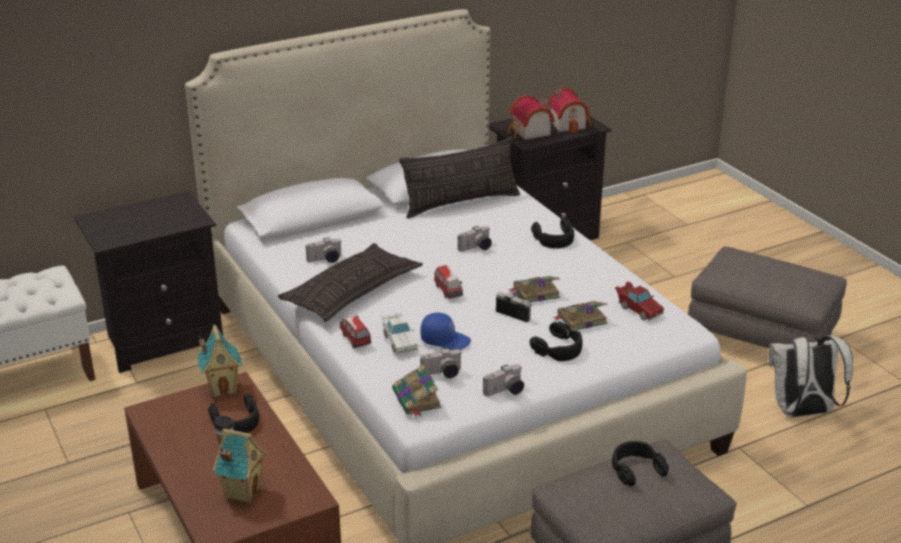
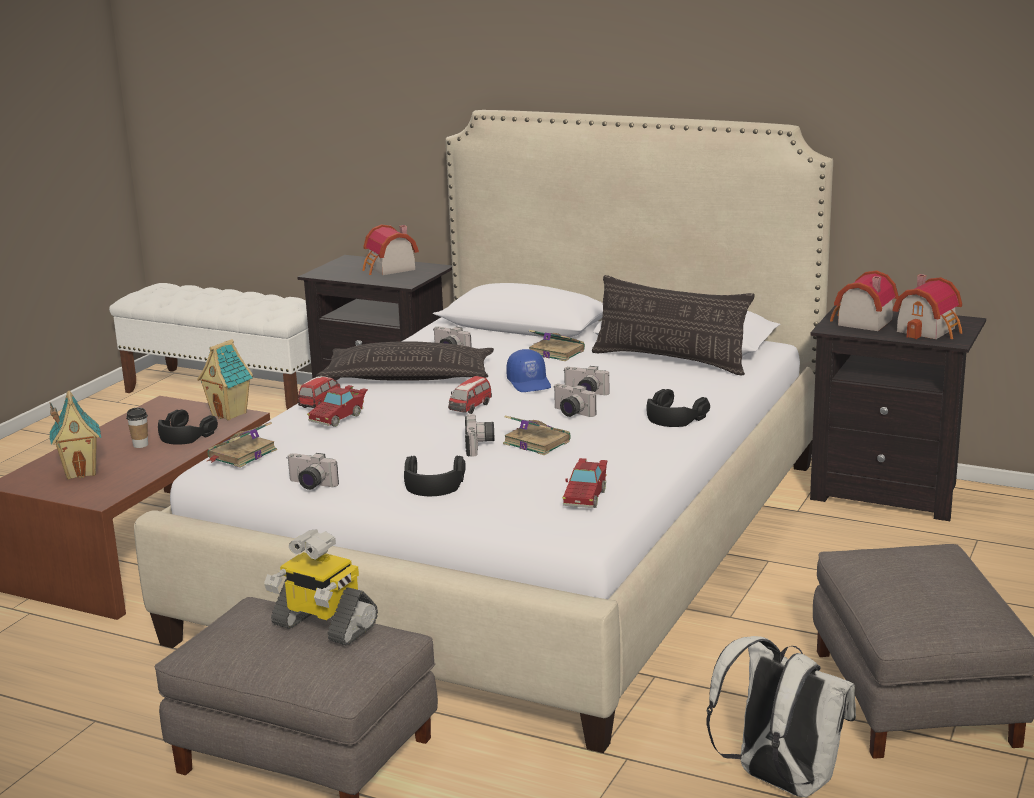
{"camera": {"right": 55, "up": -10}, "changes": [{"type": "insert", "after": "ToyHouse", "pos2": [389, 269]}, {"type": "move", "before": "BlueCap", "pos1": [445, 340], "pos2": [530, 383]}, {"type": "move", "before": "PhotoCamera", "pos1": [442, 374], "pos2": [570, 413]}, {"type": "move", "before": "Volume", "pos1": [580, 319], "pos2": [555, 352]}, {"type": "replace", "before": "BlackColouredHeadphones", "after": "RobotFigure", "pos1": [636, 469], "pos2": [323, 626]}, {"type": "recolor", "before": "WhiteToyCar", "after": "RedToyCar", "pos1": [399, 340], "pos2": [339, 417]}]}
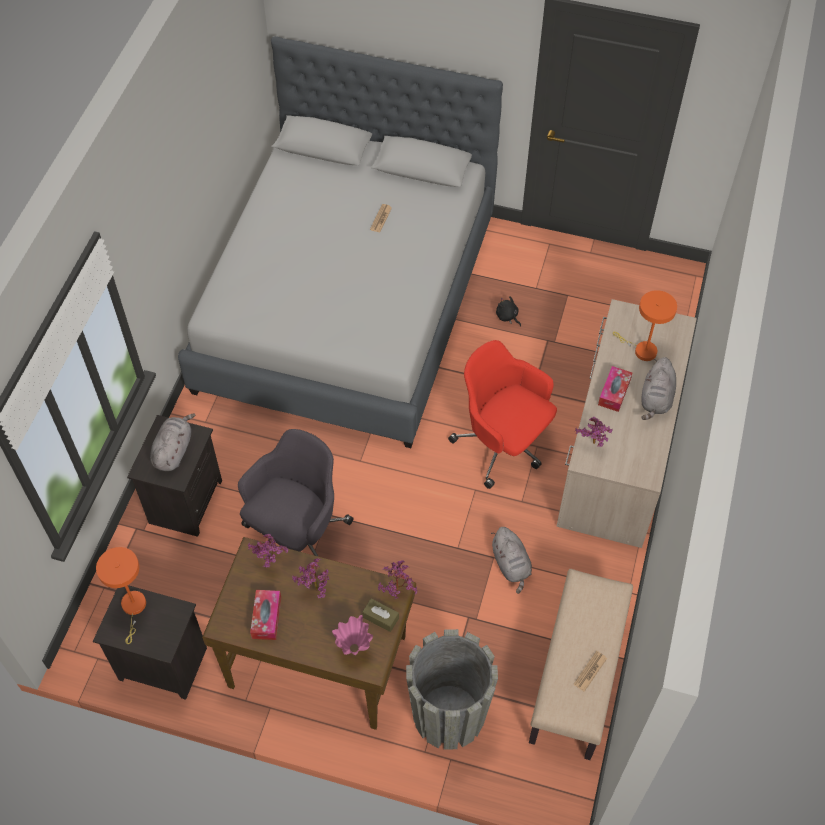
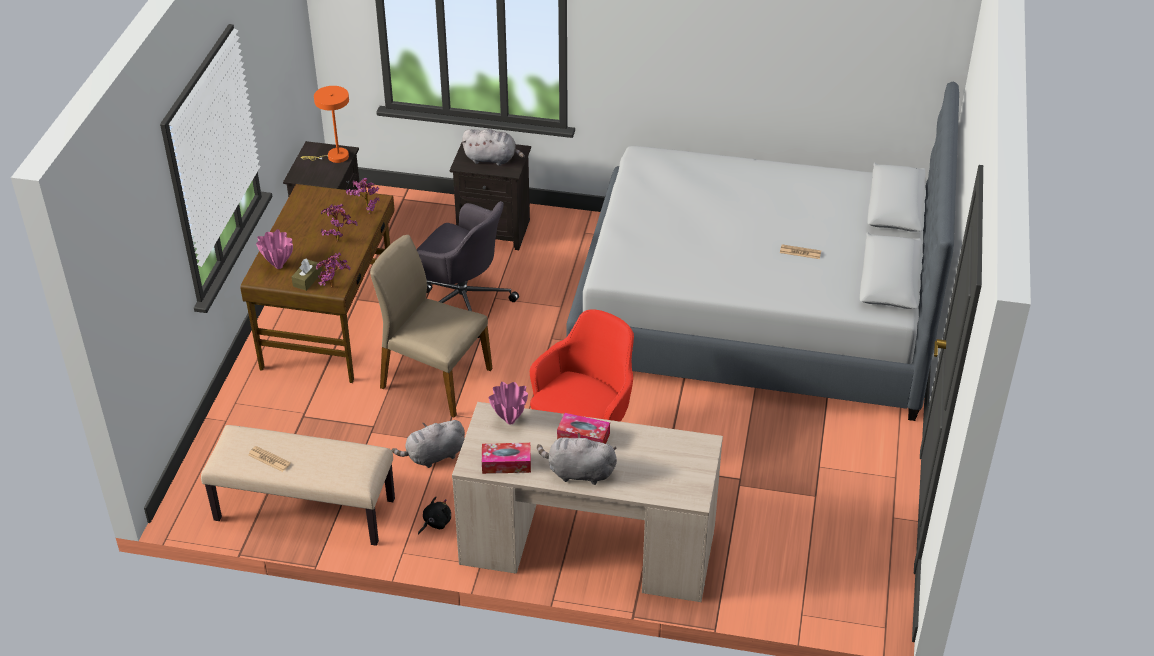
{"camera": {"right": 85, "up": -15}, "changes": [{"type": "delete", "before": "GrayFlowerPot", "pos1": [448, 715]}, {"type": "delete", "before": "OrangeyTableLamp", "pos1": [641, 350]}, {"type": "insert", "after": "BeigeUprightChair", "pos2": [434, 378]}, {"type": "move", "before": "TissueHolder", "pos1": [266, 617], "pos2": [506, 463]}, {"type": "move", "before": "BlackColouredCuddlyToy", "pos1": [507, 316], "pos2": [435, 523]}, {"type": "replace", "before": "PlantInAPot", "after": "PinkColouredFlowerVase", "pos1": [593, 445], "pos2": [510, 420]}]}
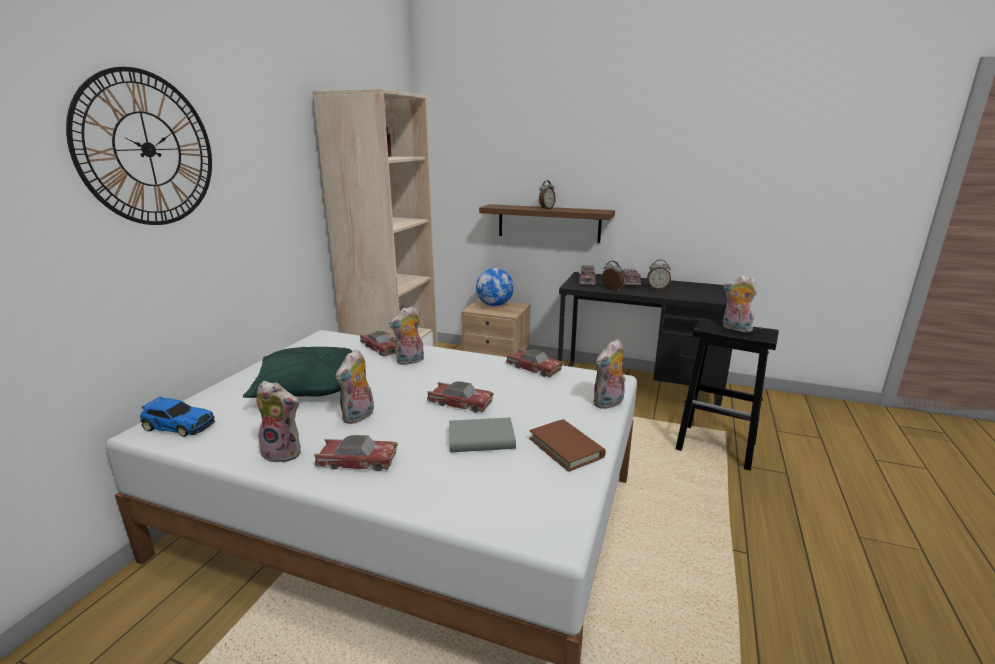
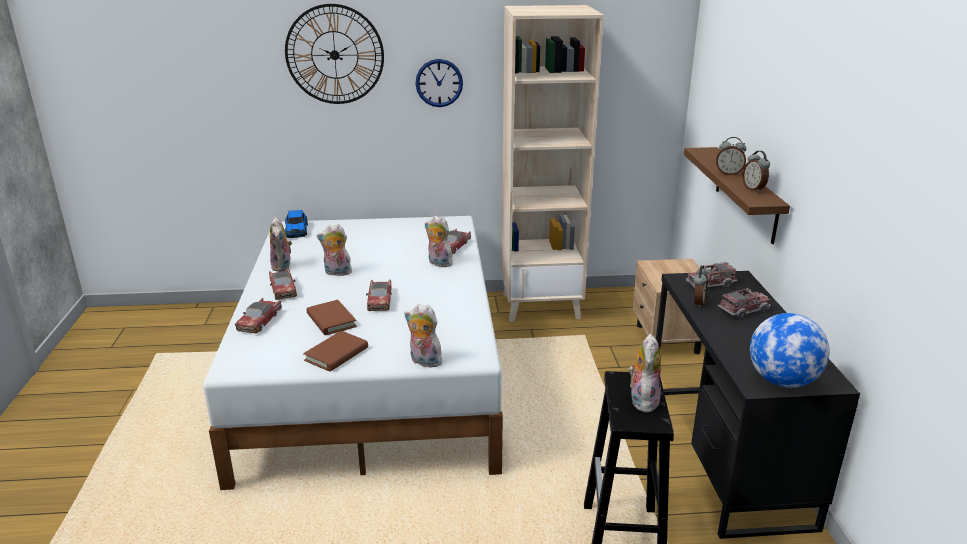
{"camera": {"right": 65, "up": 5}, "changes": [{"type": "delete", "before": "GreenColouredCushion", "pos1": [306, 388]}, {"type": "insert", "after": "ClockOnTheWall", "pos2": [439, 83]}, {"type": "move", "before": "DeskGlobe", "pos1": [495, 305], "pos2": [782, 381]}, {"type": "move", "before": "ToyCar", "pos1": [534, 368], "pos2": [259, 321]}, {"type": "move", "before": "TableClock", "pos1": [657, 288], "pos2": [753, 189]}, {"type": "recolor", "before": "GrayVolume", "after": "BrownishVolume", "pos1": [481, 439], "pos2": [331, 320]}]}
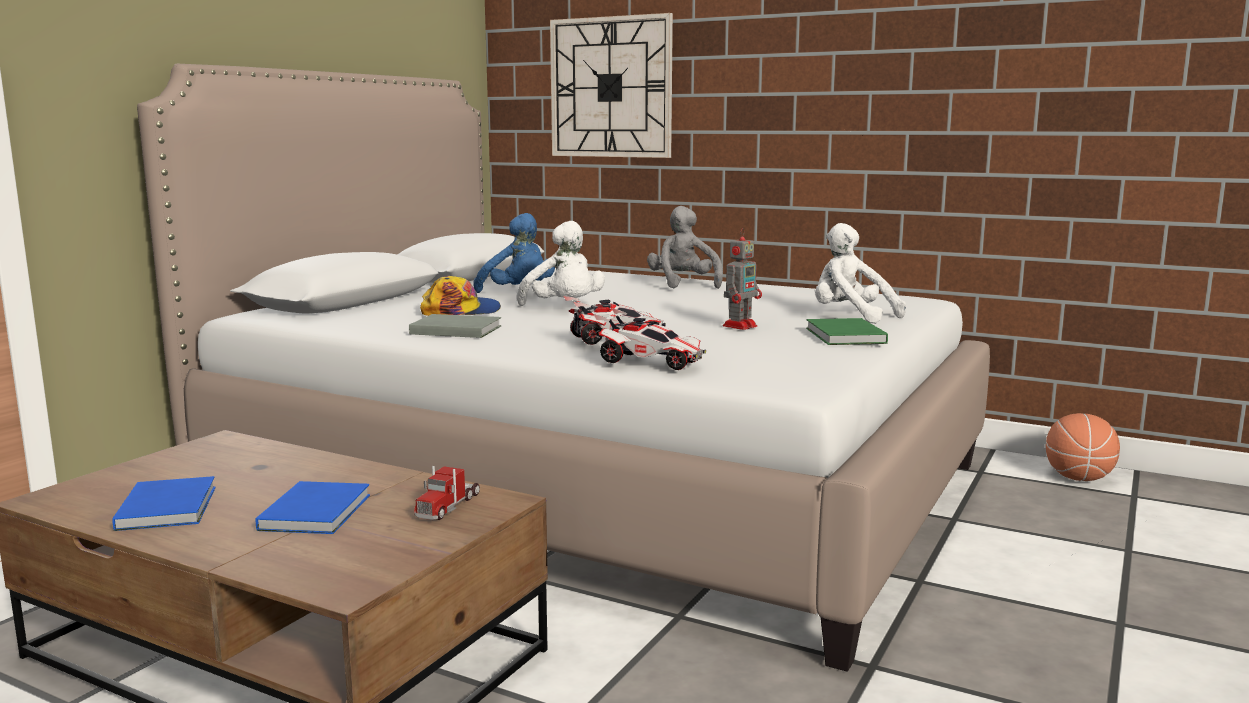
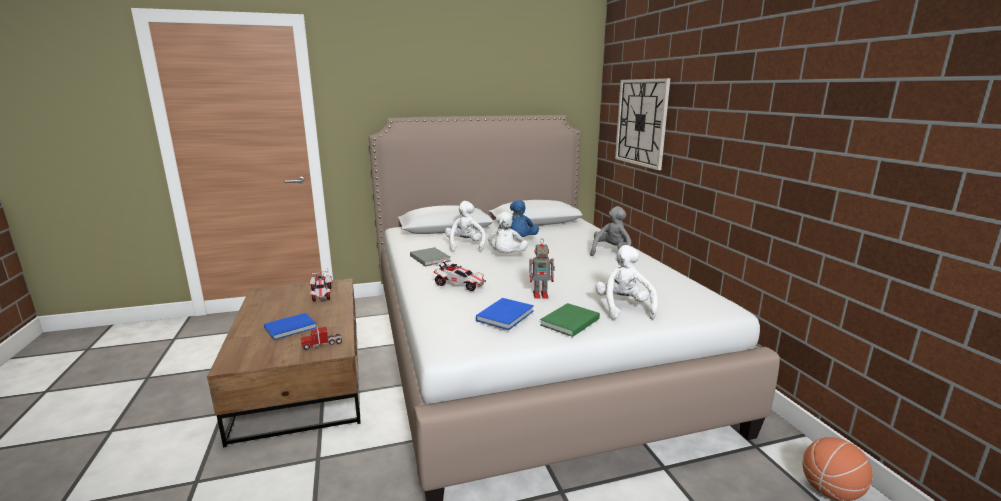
{"camera": {"right": 45, "up": 5}, "changes": [{"type": "move", "before": "BlueVolume", "pos1": [170, 507], "pos2": [507, 315]}, {"type": "move", "before": "ToyCar", "pos1": [650, 362], "pos2": [321, 294]}, {"type": "replace", "before": "Cap", "after": "WhiteCuddlyToy", "pos1": [461, 311], "pos2": [465, 246]}]}
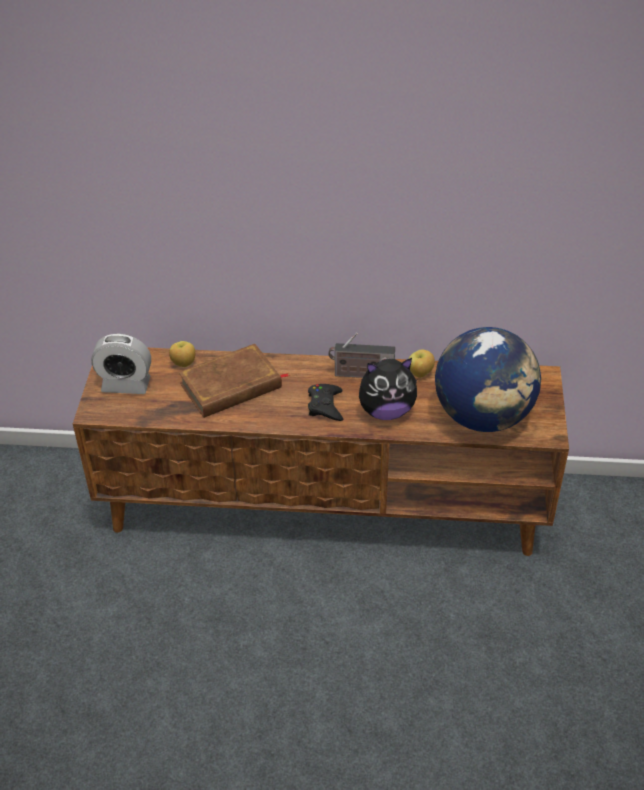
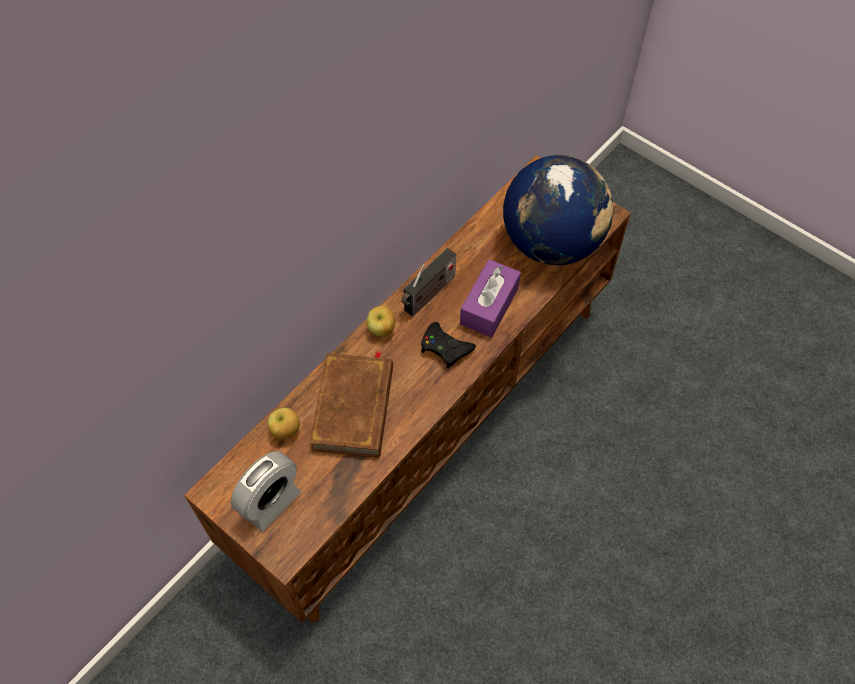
{"camera": {"right": -55, "up": 15}, "changes": [{"type": "move", "before": "WholeApple", "pos1": [420, 373], "pos2": [382, 330]}, {"type": "replace", "before": "CuddlyToy", "after": "PurpleColouredTissueHolder", "pos1": [386, 410], "pos2": [489, 306]}]}
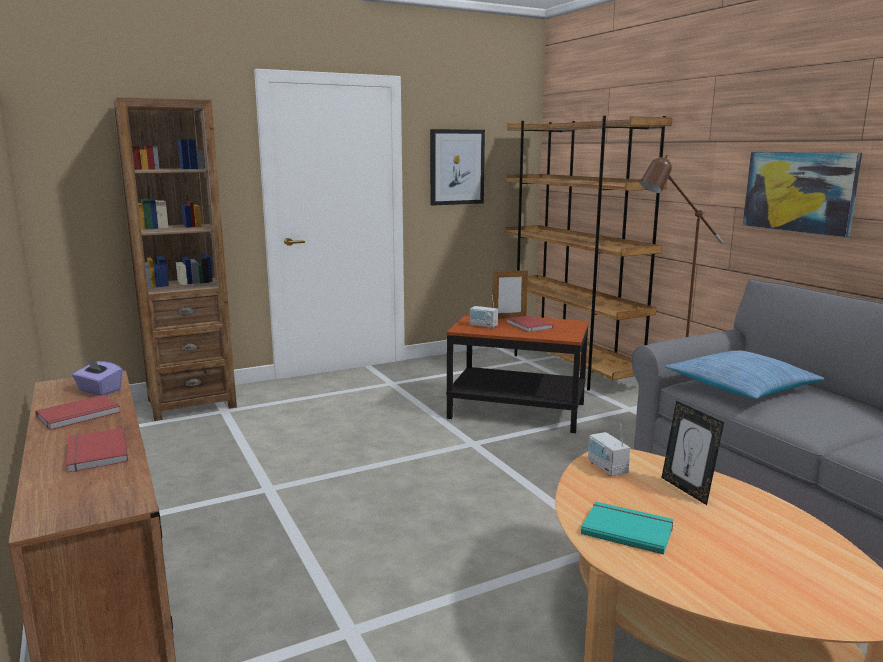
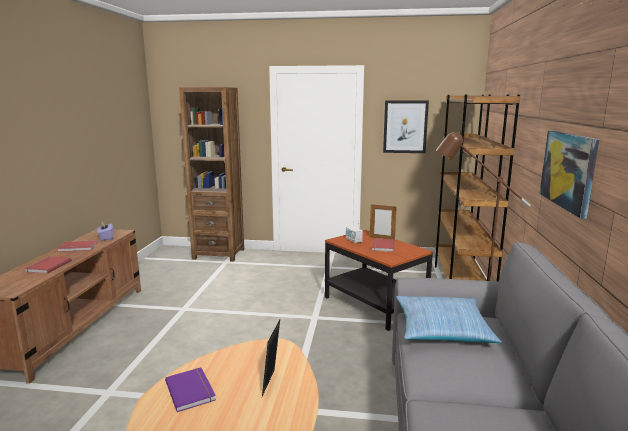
{"camera": {"right": 35, "up": 0}, "changes": [{"type": "delete", "before": "RadioSet", "pos1": [607, 468]}, {"type": "recolor", "before": "TurquoiseColouredVolume", "after": "PurpleColouredVolume", "pos1": [627, 529], "pos2": [191, 390]}]}
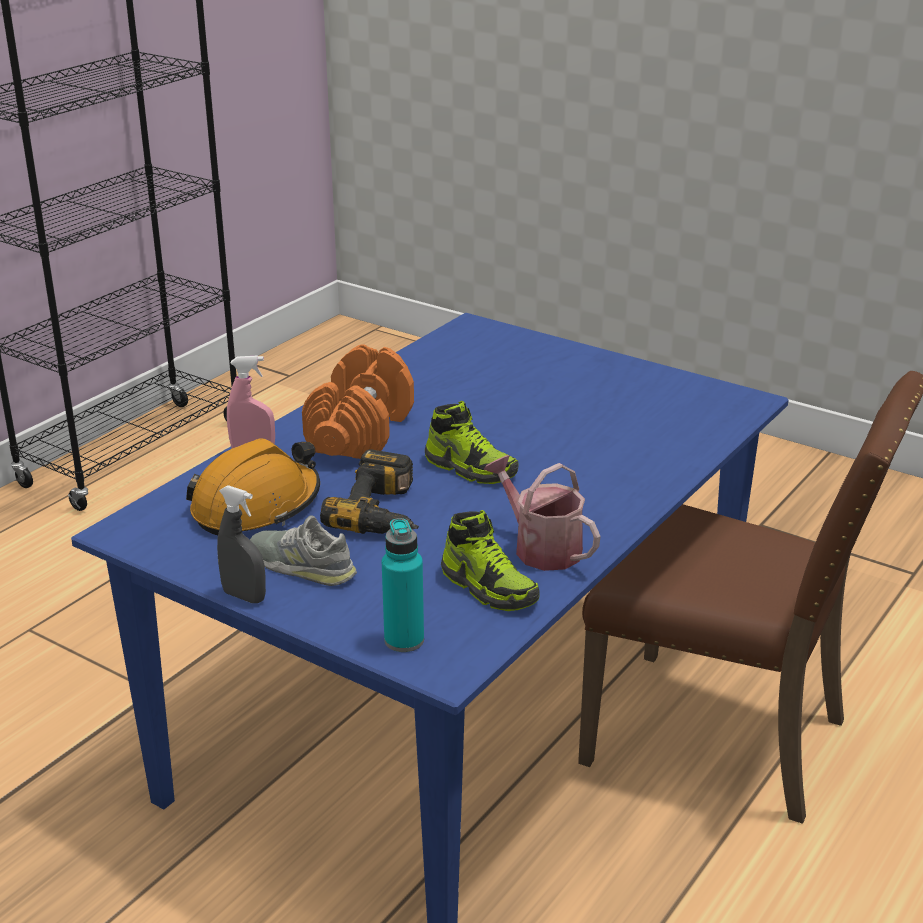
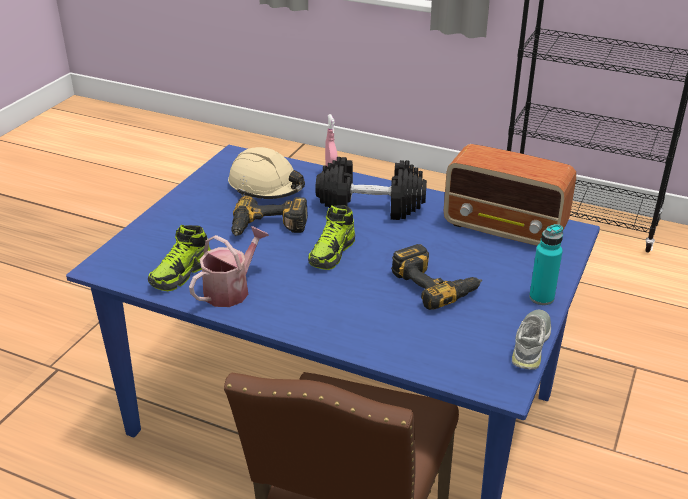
{"camera": {"right": 80, "up": 5}, "changes": [{"type": "delete", "before": "GraySprayBottle", "pos1": [244, 596]}, {"type": "insert", "after": "ElectricDrill", "pos2": [436, 284]}, {"type": "insert", "after": "RadioSet", "pos2": [505, 228]}, {"type": "move", "before": "GrayItemOfFootwear", "pos1": [302, 565], "pos2": [531, 344]}, {"type": "move", "before": "TurquoiseColouredDrinkBottle", "pos1": [404, 640], "pos2": [541, 298]}, {"type": "recolor", "before": "OrangeyWorkHelmet", "after": "BeigeWorkHelmet", "pos1": [256, 506], "pos2": [266, 187]}, {"type": "recolor", "before": "OrangeyFreeWeight", "after": "BlackColouredFreeWeight", "pos1": [361, 432], "pos2": [370, 207]}]}
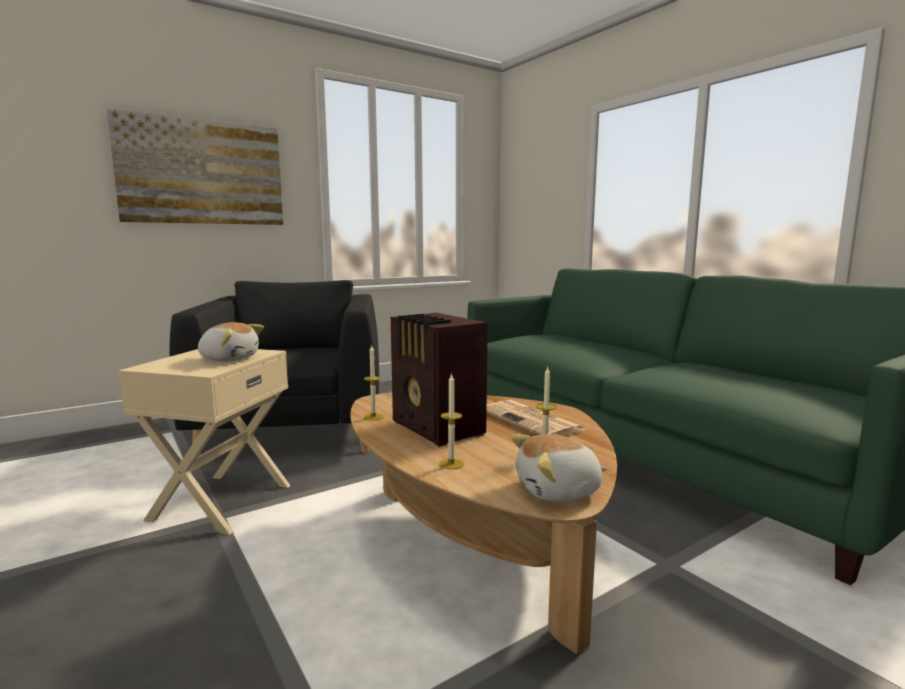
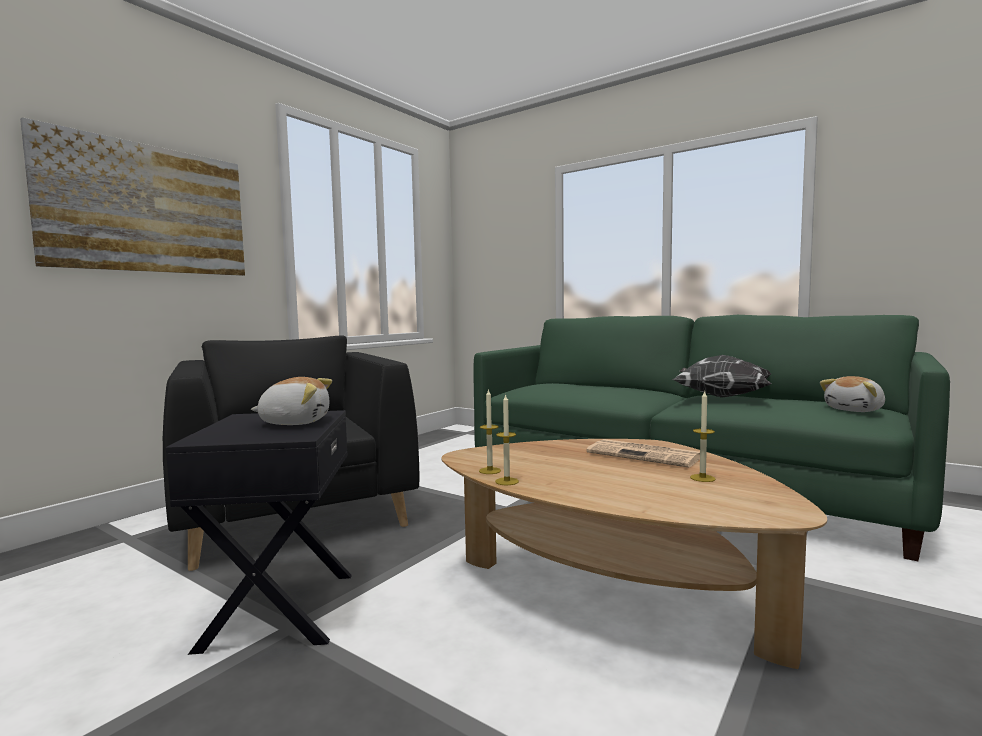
{"camera": {"right": -20, "up": -5}, "changes": [{"type": "delete", "before": "RadioSet", "pos1": [437, 429]}, {"type": "insert", "after": "Cushion", "pos2": [720, 397]}, {"type": "move", "before": "WaxLight", "pos1": [451, 464], "pos2": [507, 481]}, {"type": "move", "before": "CuddlyToy", "pos1": [558, 491], "pos2": [855, 410]}, {"type": "recolor", "before": "BeigeSideTable", "after": "BlackColouredSideTable", "pos1": [220, 501], "pos2": [277, 610]}]}
